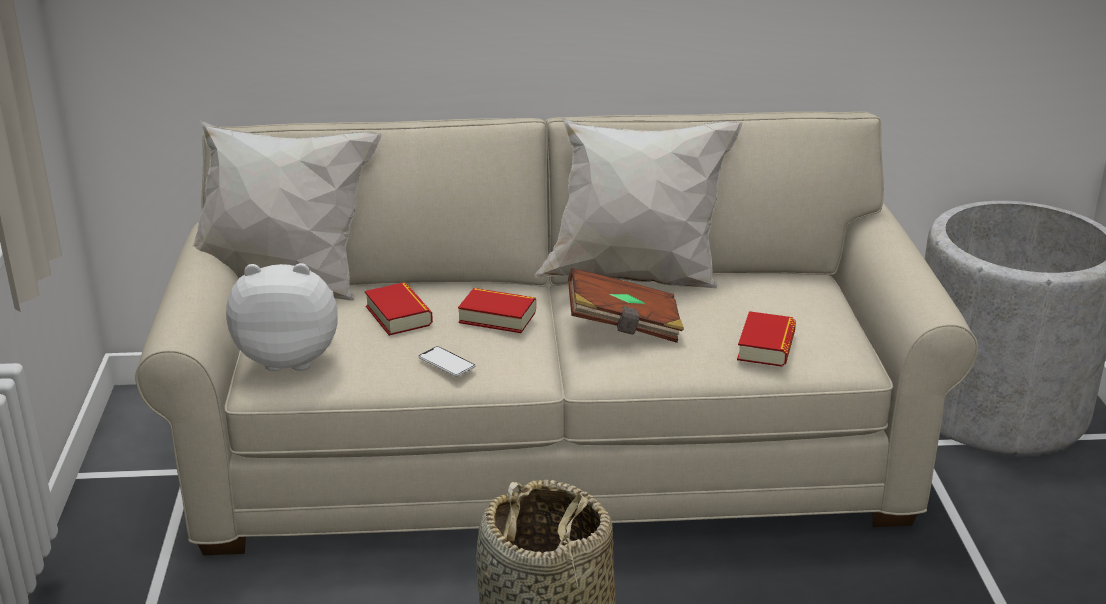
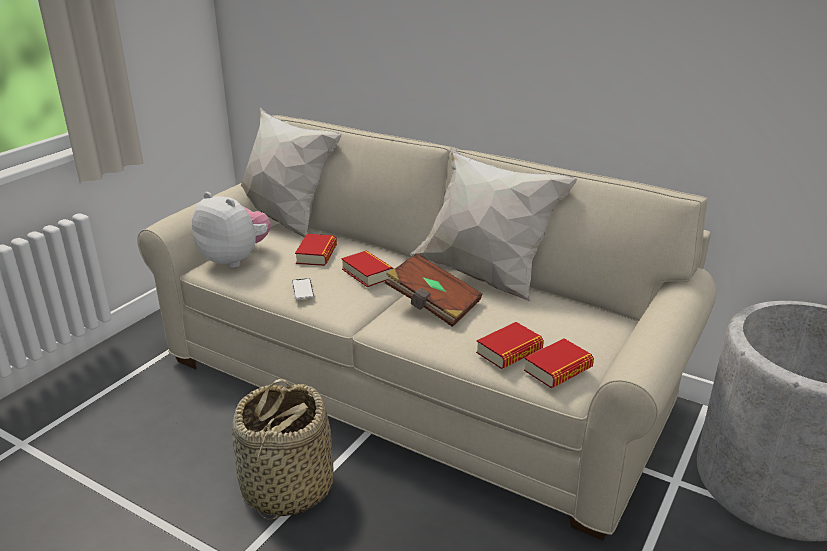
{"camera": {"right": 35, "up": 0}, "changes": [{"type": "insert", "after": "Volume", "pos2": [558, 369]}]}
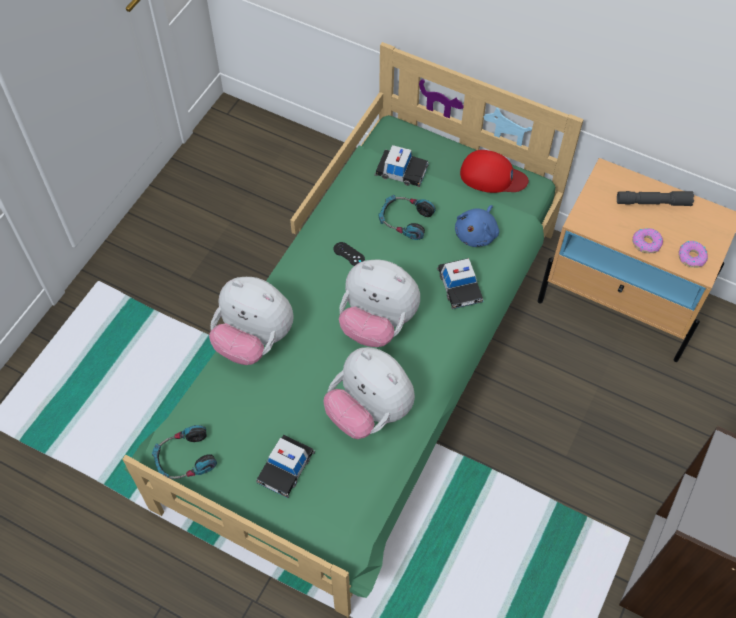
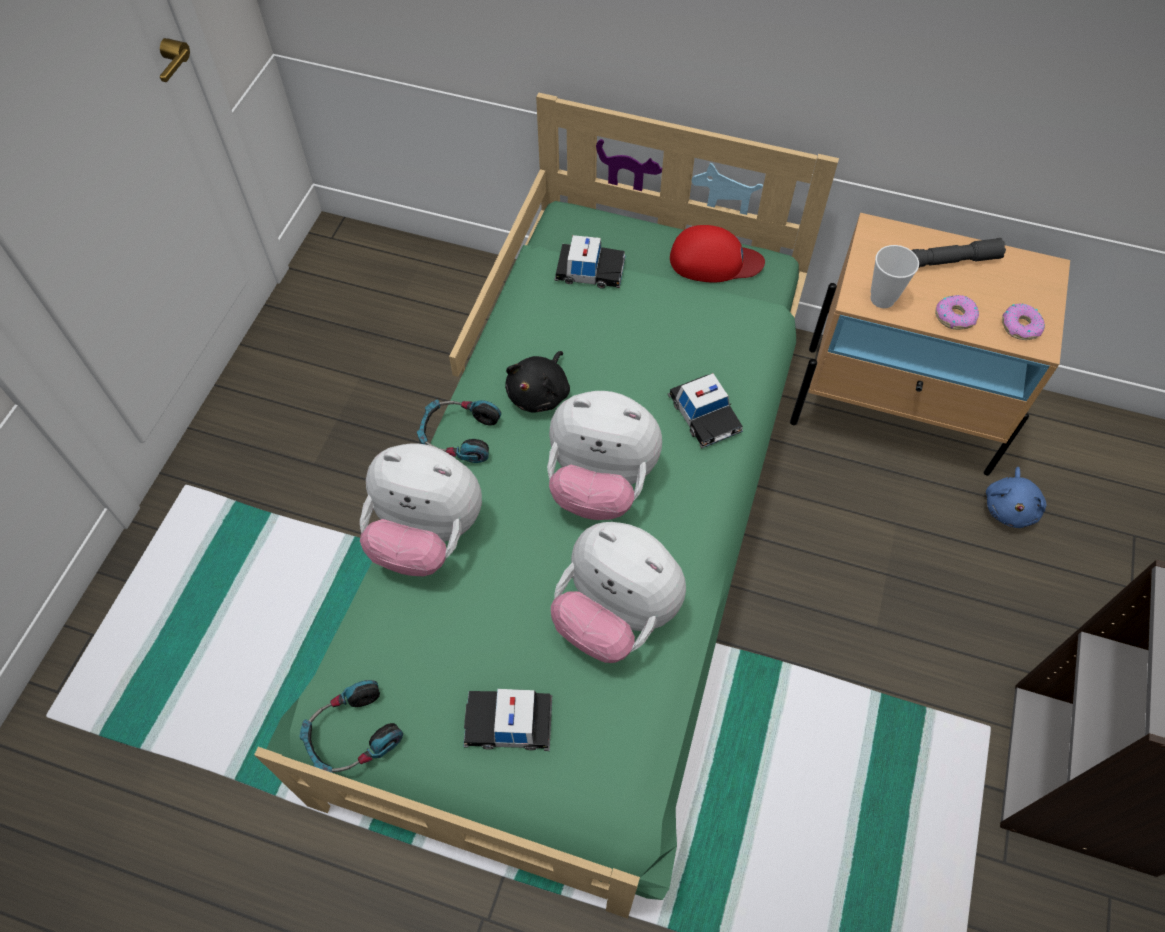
{"camera": {"right": -10, "up": 0}, "changes": [{"type": "insert", "after": "Cup", "pos2": [882, 299]}, {"type": "move", "before": "Headphones", "pos1": [405, 220], "pos2": [459, 435]}, {"type": "move", "before": "BlueCuddlyToy", "pos1": [477, 234], "pos2": [1010, 507]}, {"type": "replace", "before": "BlackColouredJoypad", "after": "BlackColouredCuddlyToy", "pos1": [349, 254], "pos2": [540, 393]}, {"type": "rotate", "before": "ToyCar", "pos1": [286, 468], "pos2": [508, 722], "turn": 75}]}
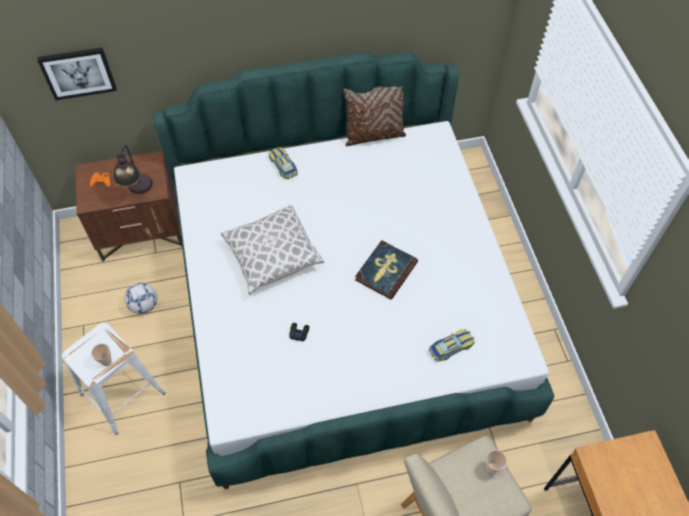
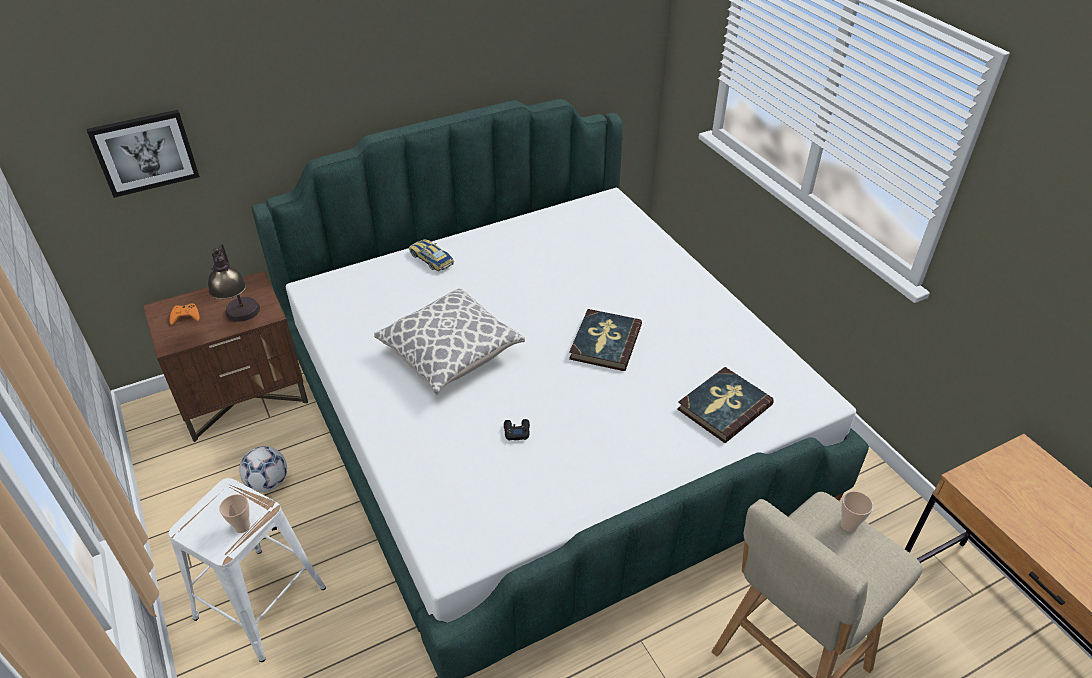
{"camera": {"right": -15, "up": -15}, "changes": [{"type": "delete", "before": "BrownishCushion", "pos1": [374, 135]}, {"type": "replace", "before": "ToyCar", "after": "Volume", "pos1": [451, 347], "pos2": [724, 407]}]}
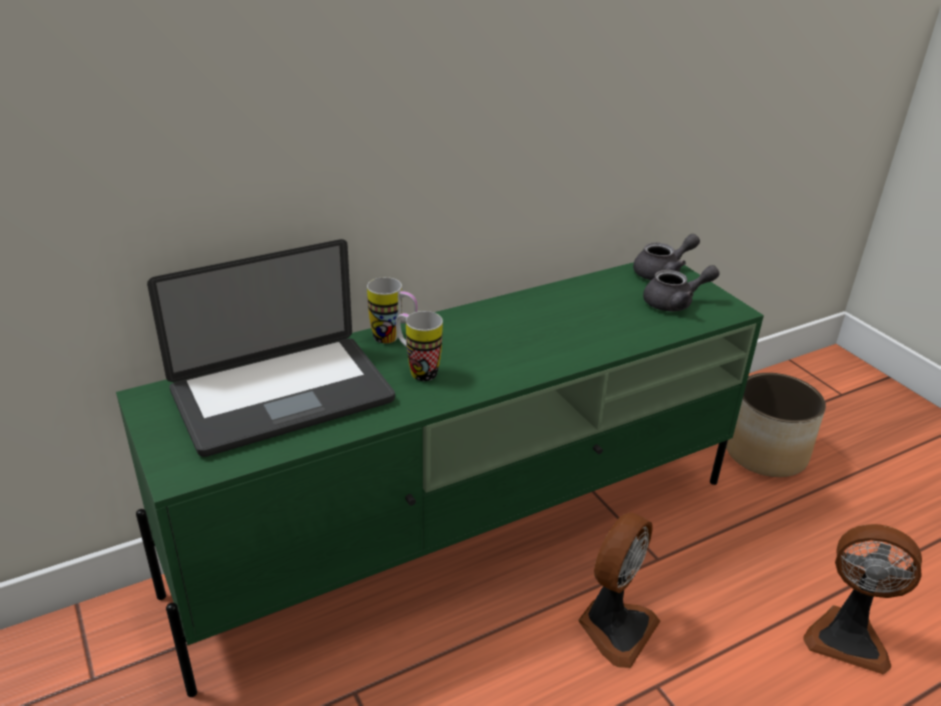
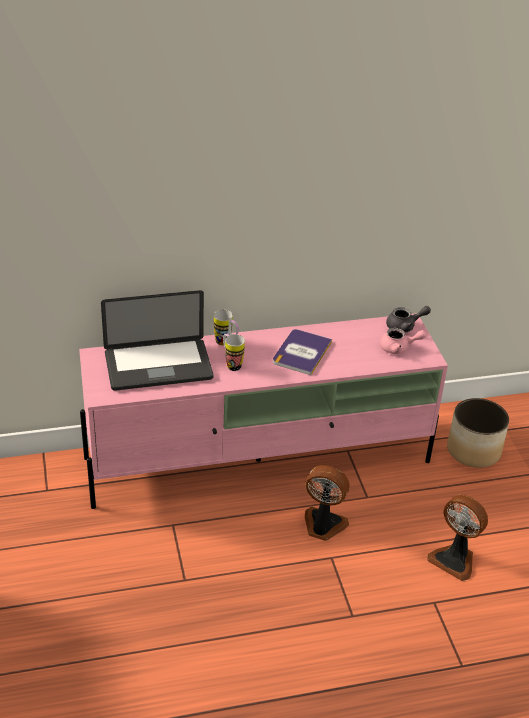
{"camera": {"right": 15, "up": 5}, "changes": [{"type": "insert", "after": "Volume", "pos2": [302, 352]}, {"type": "recolor", "before": "GreenColouredTvStand", "after": "PinkColouredTvStand", "pos1": [466, 534], "pos2": [260, 460]}, {"type": "recolor", "before": "GrayPotForTea", "after": "PinkColouredPotForTea", "pos1": [675, 303], "pos2": [398, 348]}, {"type": "rotate", "before": "Fan", "pos1": [614, 627], "pos2": [323, 526], "turn": -120}]}
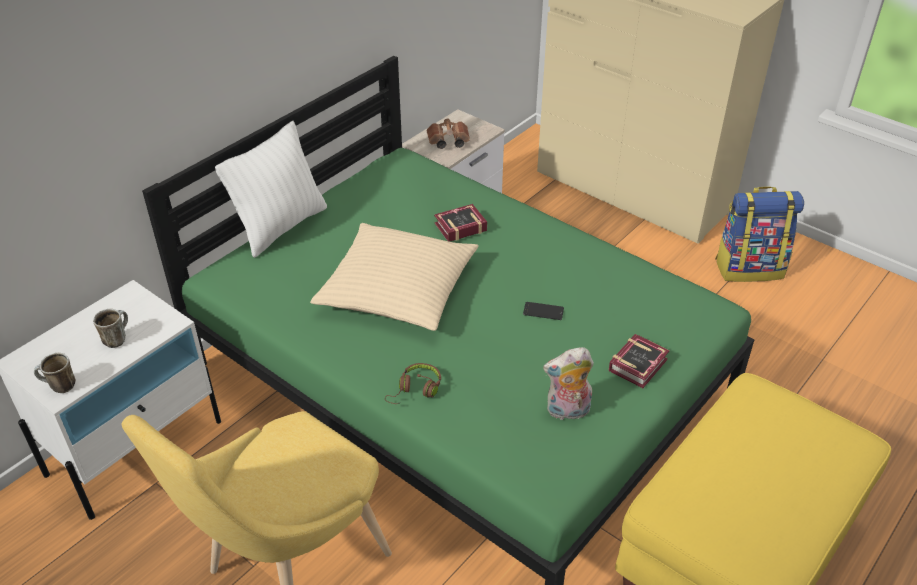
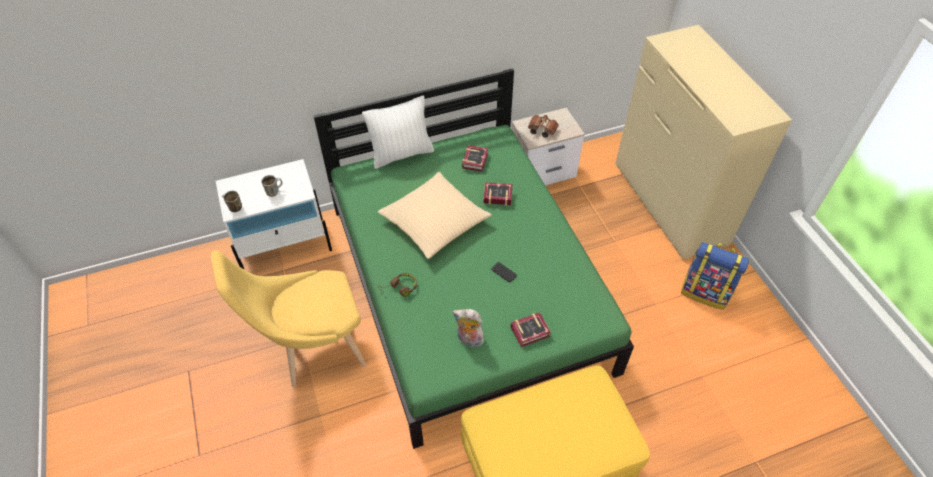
{"camera": {"right": 30, "up": 10}, "changes": [{"type": "insert", "after": "Volume", "pos2": [476, 160]}]}
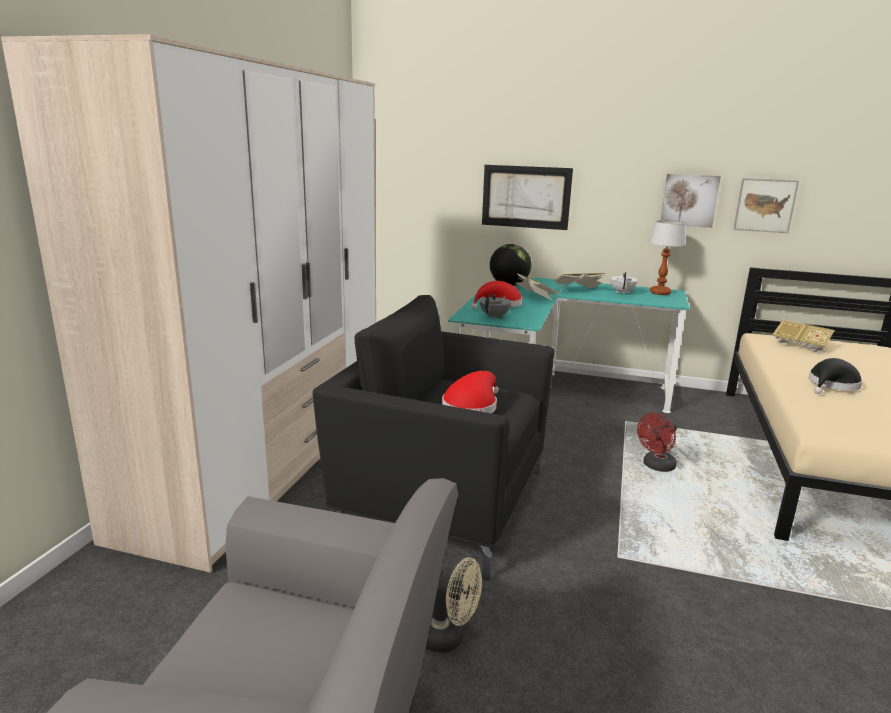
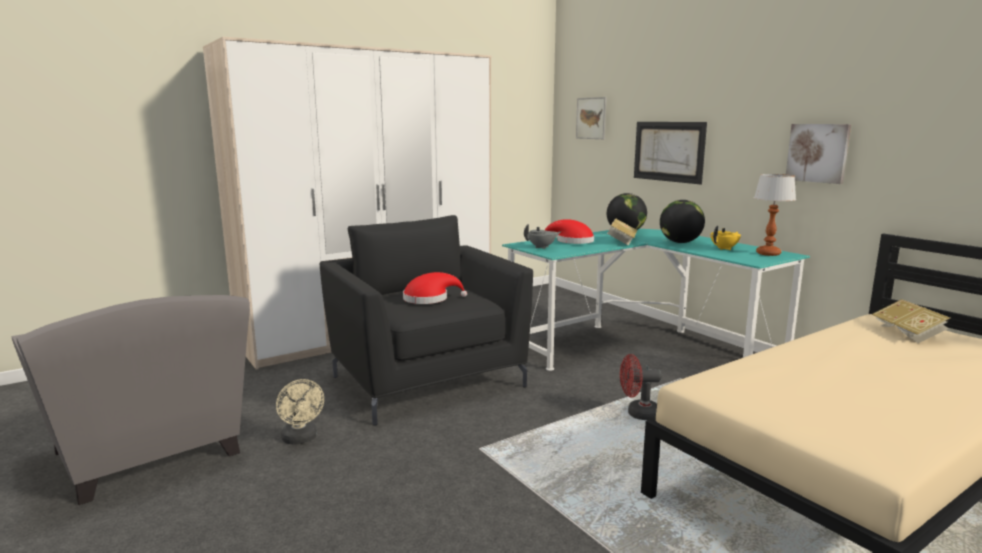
{"camera": {"right": 40, "up": -5}, "changes": [{"type": "delete", "before": "BlackColouredClothingHat", "pos1": [832, 385]}, {"type": "move", "before": "Picture", "pos1": [765, 205], "pos2": [591, 118]}, {"type": "replace", "before": "Volume", "after": "DeskGlobe", "pos1": [578, 290], "pos2": [680, 242]}, {"type": "recolor", "before": "WhitePotForTea", "after": "YellowishPotForTea", "pos1": [622, 292], "pos2": [724, 248]}]}
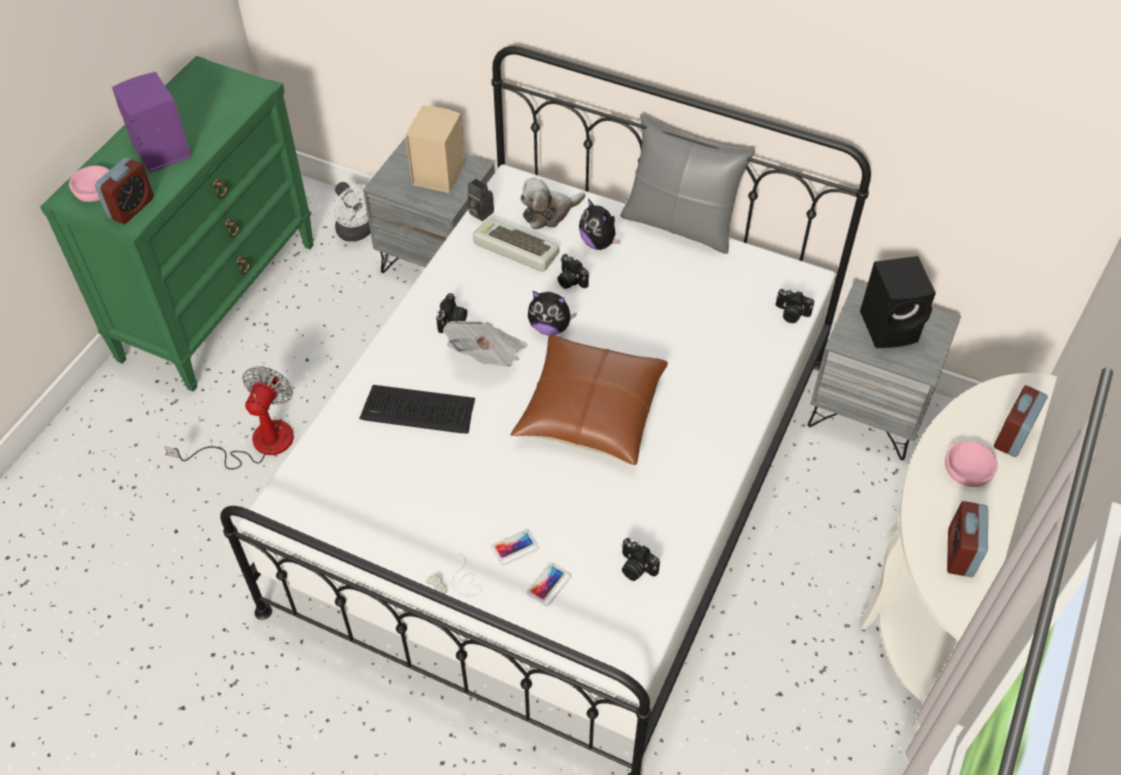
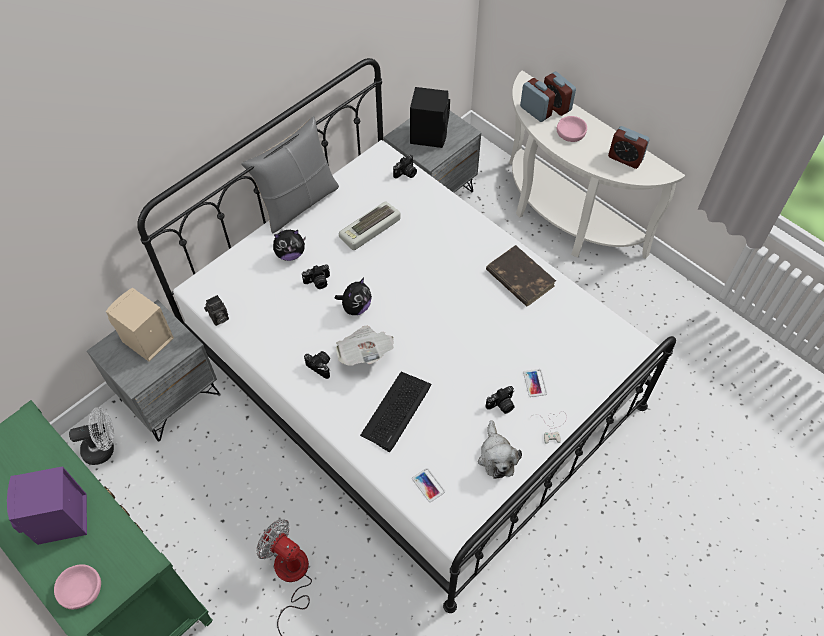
{"camera": {"right": -70, "up": 5}, "changes": [{"type": "delete", "before": "BrownishCushion", "pos1": [590, 411]}, {"type": "insert", "after": "BrownishVolume", "pos2": [519, 278]}, {"type": "move", "before": "TableClock", "pos1": [131, 208], "pos2": [535, 111]}, {"type": "move", "before": "Keyboard", "pos1": [514, 250], "pos2": [370, 229]}, {"type": "move", "before": "CuddlyToy", "pos1": [549, 213], "pos2": [496, 456]}, {"type": "move", "before": "Telephone", "pos1": [549, 584], "pos2": [428, 485]}, {"type": "move", "before": "PhotoCamera", "pos1": [635, 567], "pos2": [501, 405]}]}
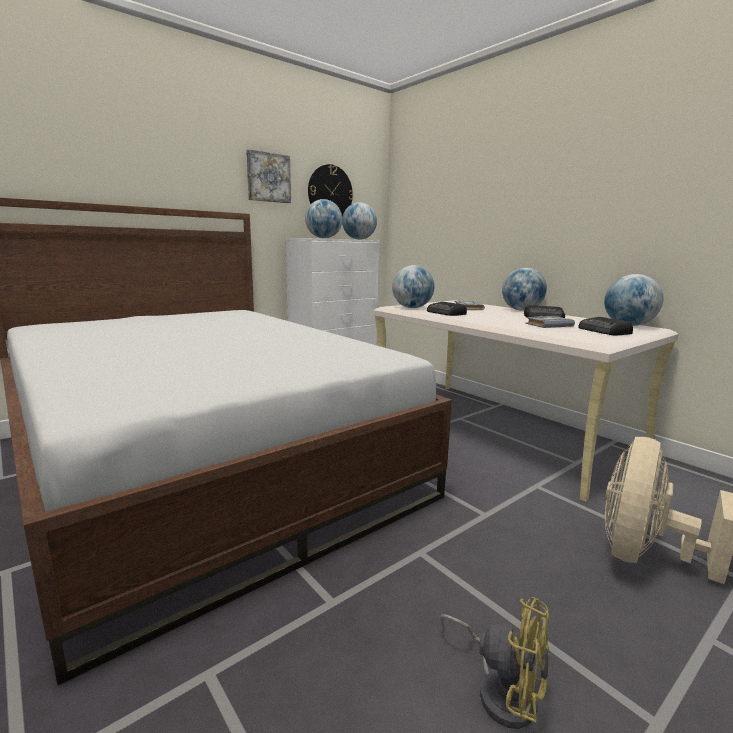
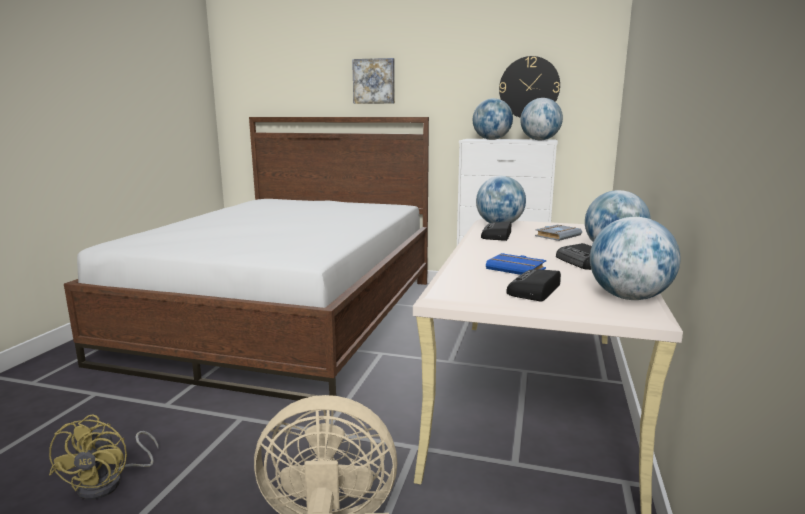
{"camera": {"right": 55, "up": 0}, "changes": [{"type": "move", "before": "Picture", "pos1": [268, 177], "pos2": [374, 81]}, {"type": "recolor", "before": "GrayVolume", "after": "BlueVolume", "pos1": [548, 325], "pos2": [517, 269]}]}
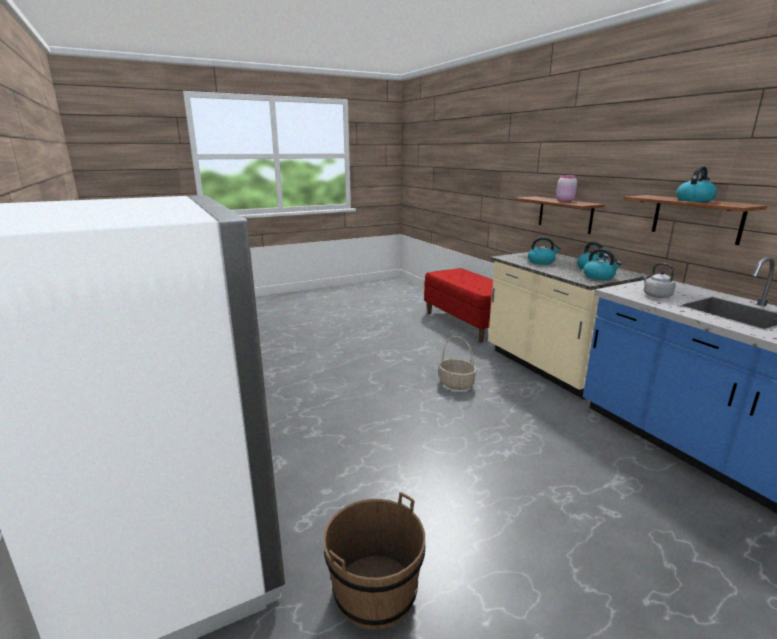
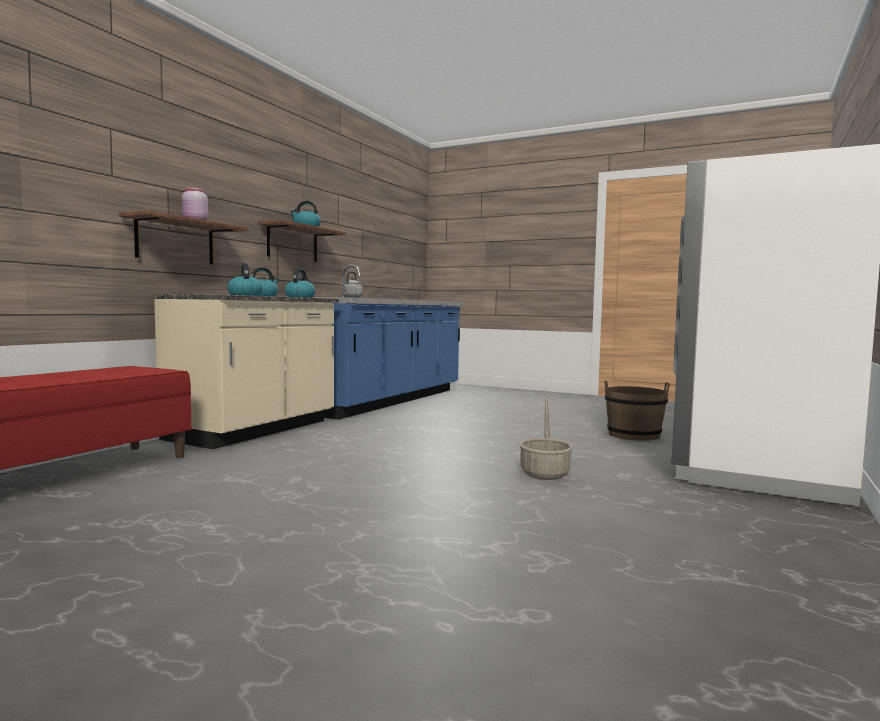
{"camera": {"right": -125, "up": -15}, "changes": [{"type": "move", "before": "HouseholdBasket", "pos1": [456, 383], "pos2": [545, 474]}]}
